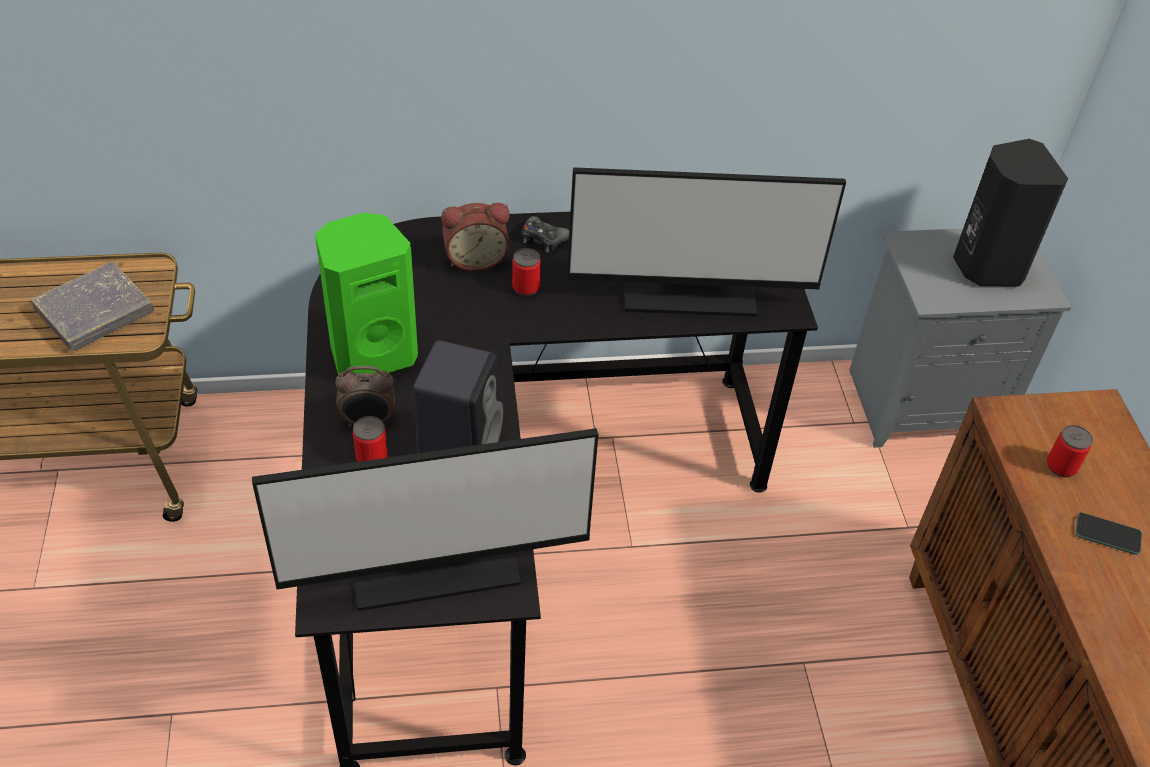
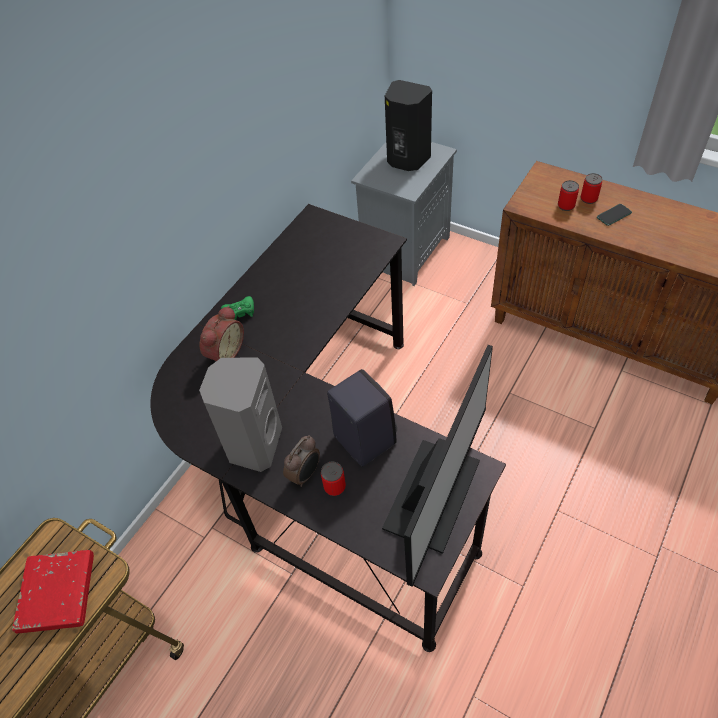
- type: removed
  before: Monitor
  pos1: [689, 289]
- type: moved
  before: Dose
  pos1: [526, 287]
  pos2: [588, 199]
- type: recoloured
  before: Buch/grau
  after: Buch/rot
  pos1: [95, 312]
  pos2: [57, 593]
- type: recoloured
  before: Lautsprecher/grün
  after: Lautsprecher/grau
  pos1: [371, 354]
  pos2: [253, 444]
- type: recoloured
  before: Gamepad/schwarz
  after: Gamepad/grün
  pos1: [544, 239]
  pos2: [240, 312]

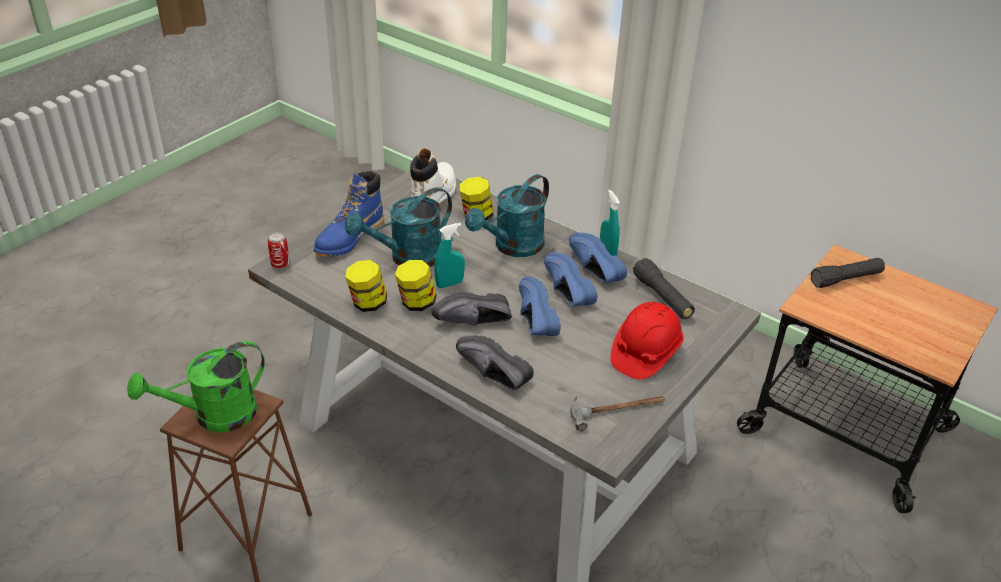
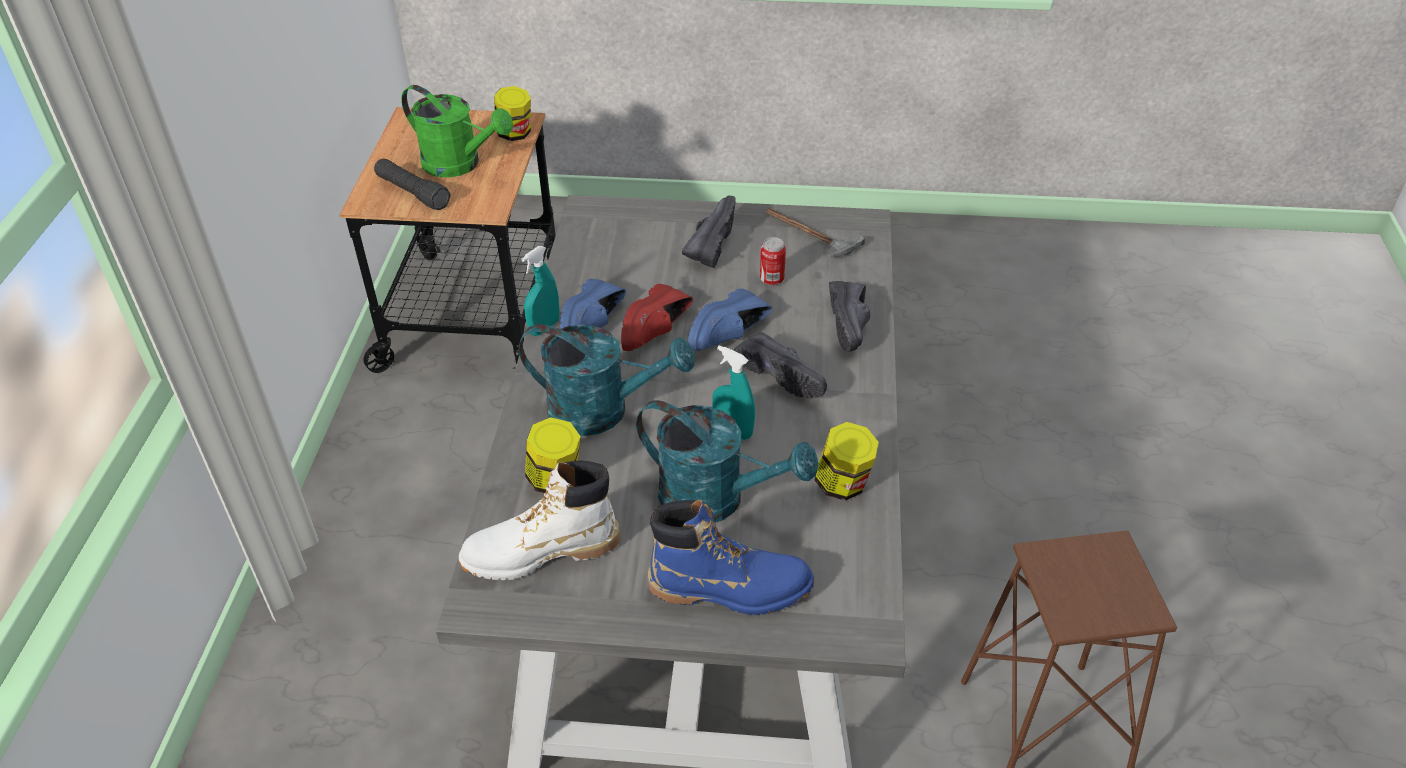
- type: removed
  before: Taschenlampe/schwarz
  pos1: [662, 297]
- type: moved
  before: Gießkanne/grün
  pos1: [214, 416]
  pos2: [460, 164]
- type: moved
  before: Dose
  pos1: [280, 264]
  pos2: [772, 279]
- type: moved
  before: Vorratsglas
  pos1: [416, 303]
  pos2: [515, 134]
- type: replaced
  before: Schutzhelm/rot
  after: Schuh/schwarz
  pos1: [645, 353]
  pos2: [709, 243]
- type: recoloured
  before: Schuh/blau
  after: Schuh/rot
  pos1: [563, 291]
  pos2: [658, 332]

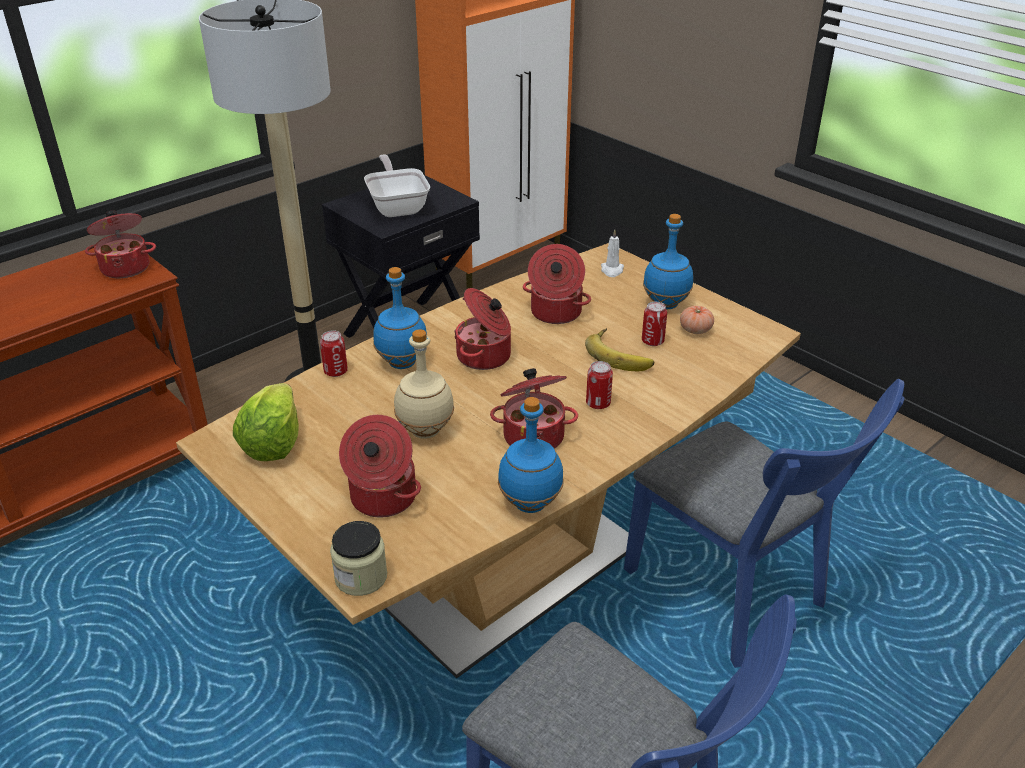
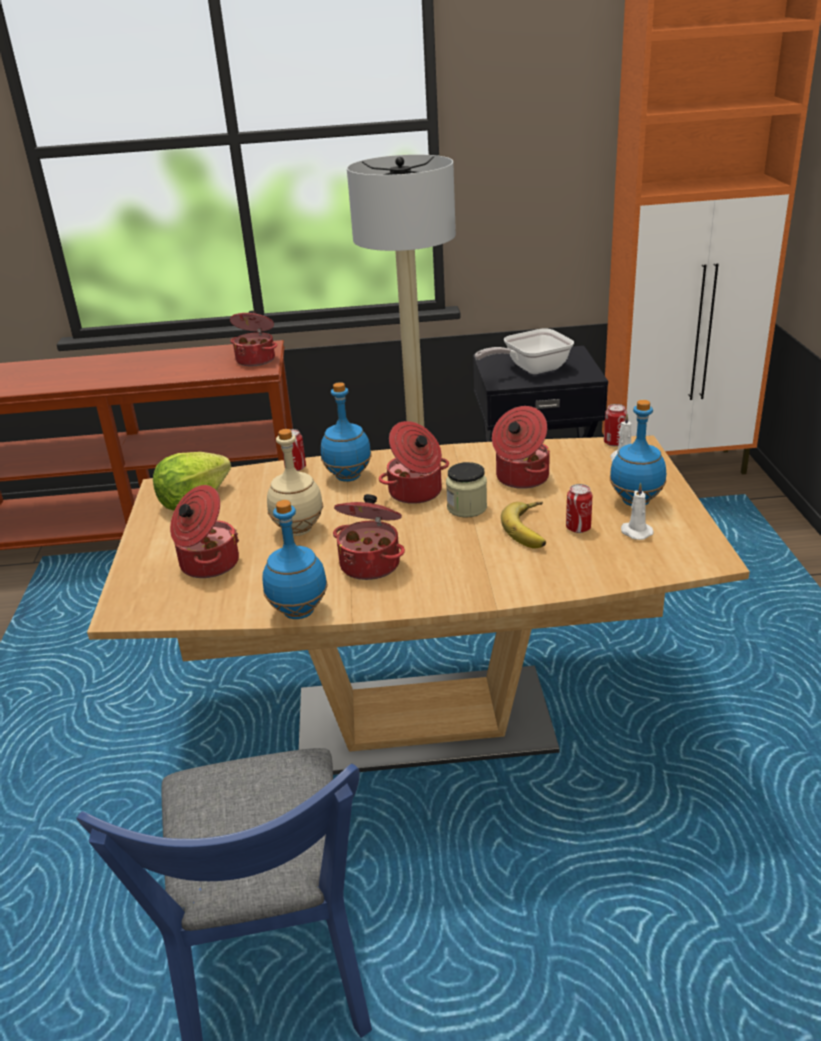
- type: removed
  before: Stuhl/blau
  pos1: [734, 597]
- type: moved
  before: Vorratsglas
  pos1: [361, 577]
  pos2: [467, 508]
- type: moved
  before: Dose
  pos1: [598, 403]
  pos2: [614, 442]
- type: replaced
  before: Tomate
  after: Kerze/weiß
  pos1: [695, 330]
  pos2: [635, 532]
- type: turned
  before: Pfanne
  pos1: [397, 206]
  pos2: [531, 369]
  turn: -135

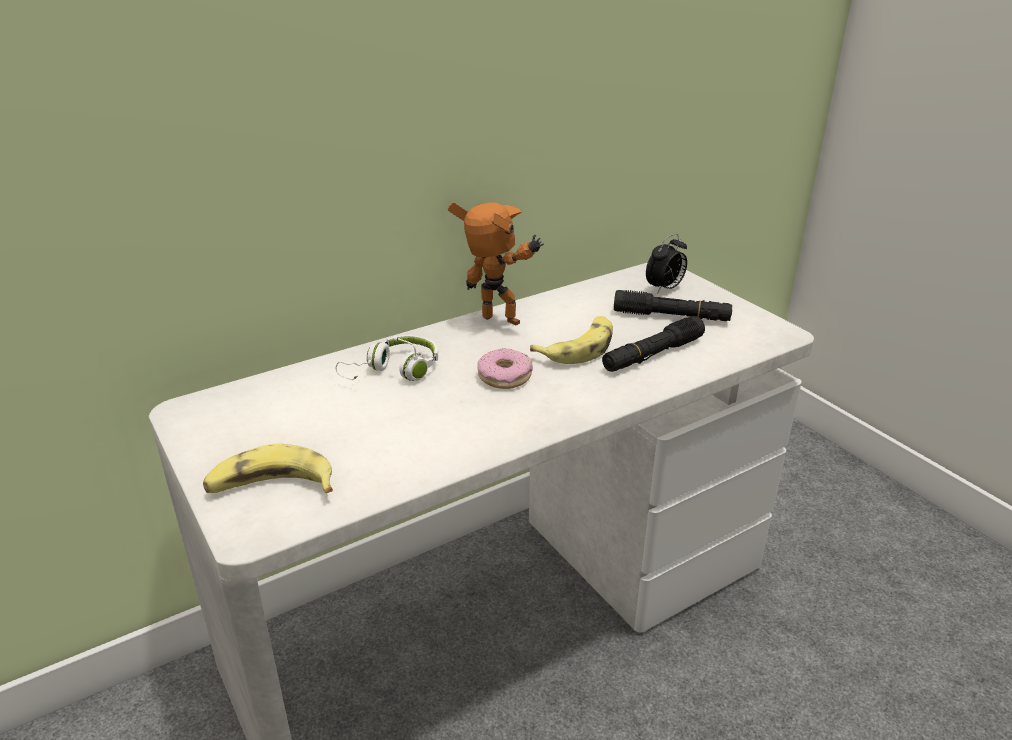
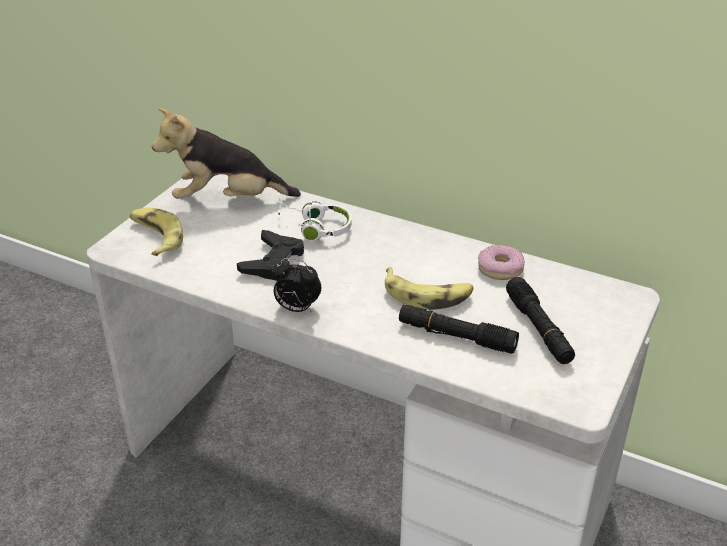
- type: removed
  before: Spielzeugroboter
  pos1: [498, 323]
- type: added
  after: Plüschtier
  pos2: [227, 200]
- type: added
  after: Gamepad/schwarz
  pos2: [273, 262]
- type: moved
  before: Donut
  pos1: [505, 376]
  pos2: [500, 269]
- type: moved
  before: Wecker
  pos1: [664, 289]
  pos2: [296, 308]

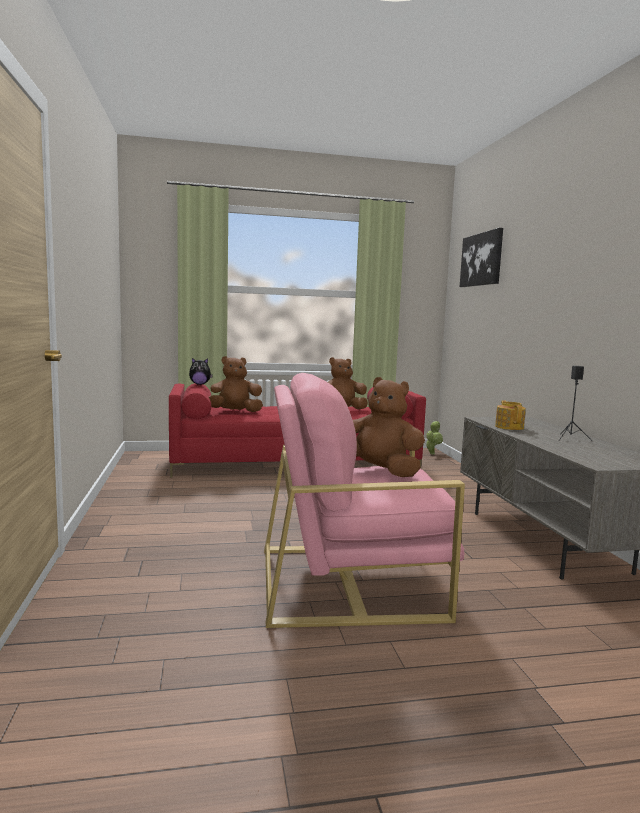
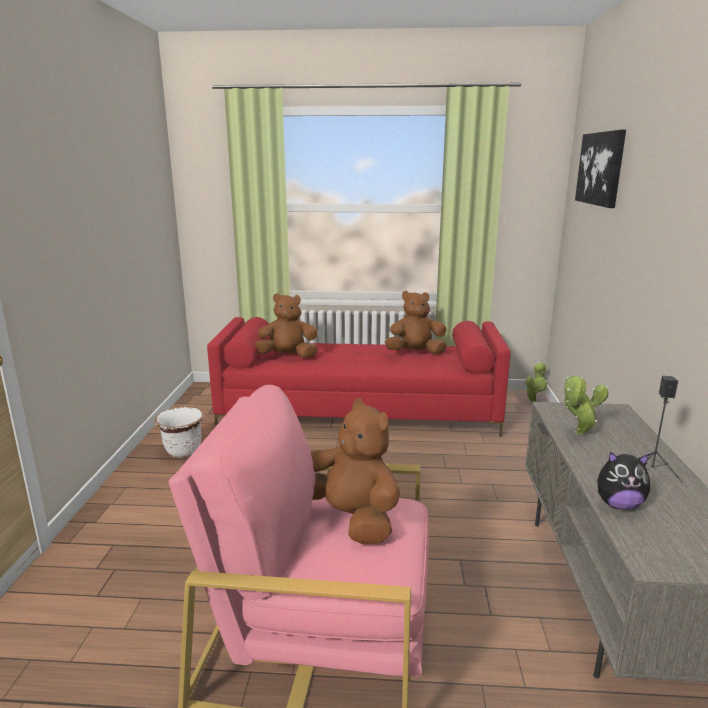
- type: added
  after: Pflanzkübel/weiß
  pos2: [183, 451]
- type: moved
  before: Plüschtier
  pos1: [200, 384]
  pos2: [618, 504]
- type: replaced
  before: Teekanne
  after: Topfpflanze
  pos1: [509, 427]
  pos2: [578, 434]

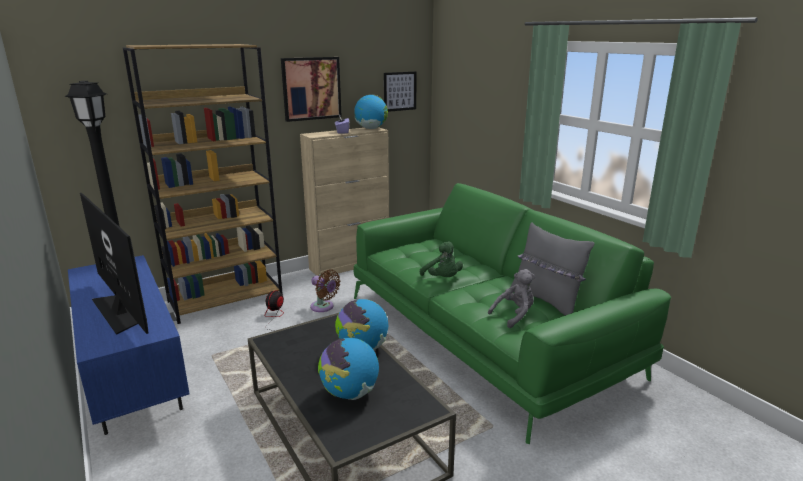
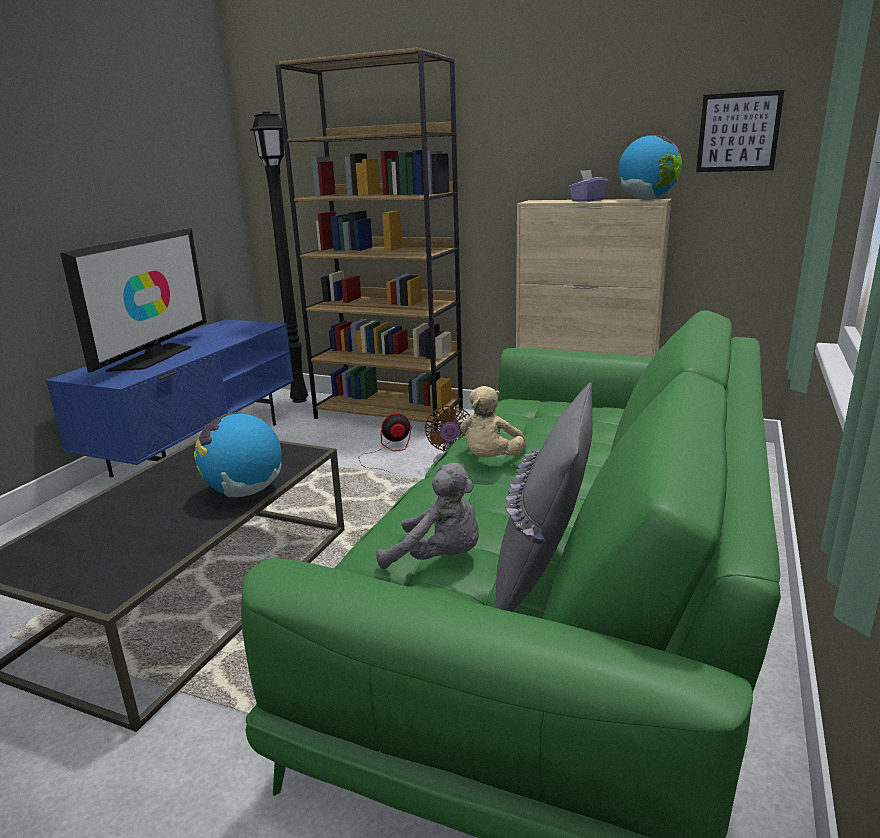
- type: removed
  before: Bild
  pos1: [311, 88]
- type: removed
  before: Globus
  pos1: [349, 393]
- type: recoloured
  before: Plüschtier/grün
  after: Plüschtier/beige
  pos1: [442, 278]
  pos2: [491, 460]

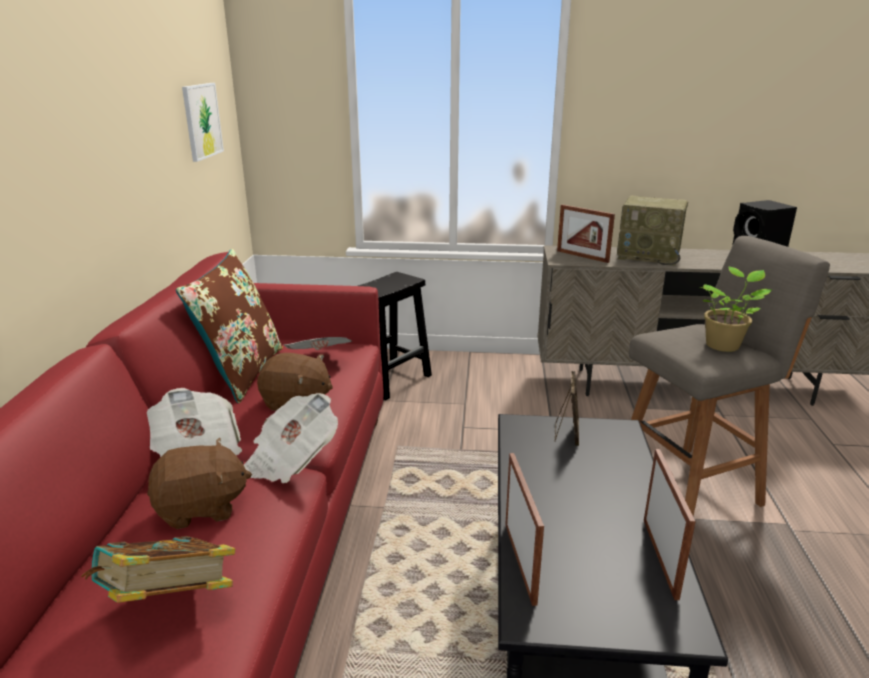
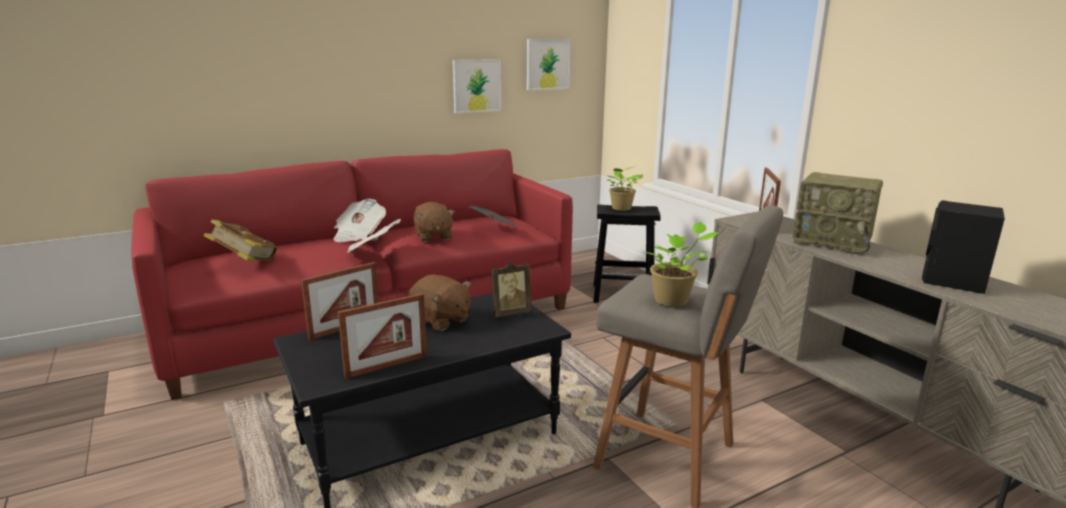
- type: removed
  before: Kissen/braun
  pos1: [242, 372]
- type: added
  after: Bild
  pos2: [476, 86]
- type: added
  after: Topfpflanze
  pos2: [621, 208]
- type: moved
  before: Plüschtier/braun
  pos1: [201, 508]
  pos2: [440, 320]
- type: turned
  before: Radio
  pos1: [649, 256]
  pos2: [833, 242]
  turn: -45

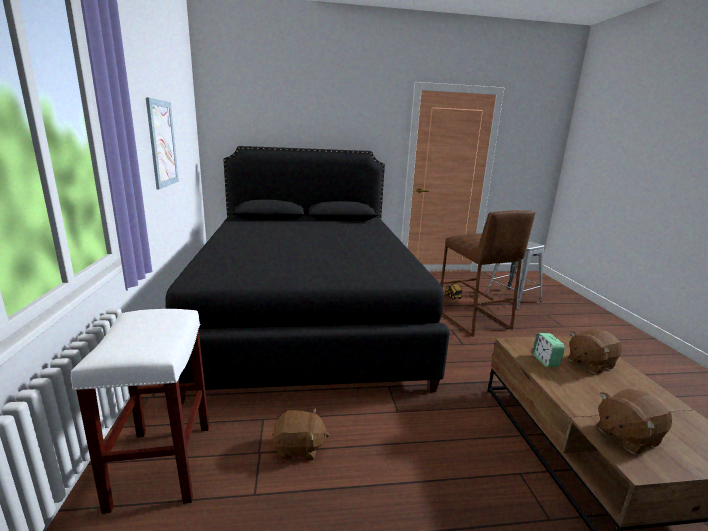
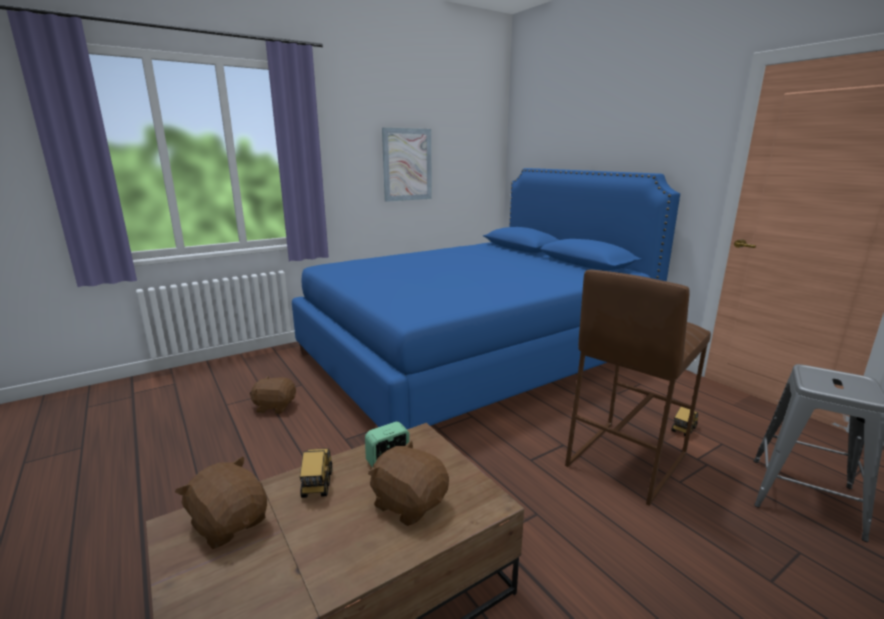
- type: removed
  before: Hocker/weiß
  pos1: [162, 463]
- type: added
  after: Spielzeuglaster
  pos2: [317, 485]
- type: recoloured
  before: Bett/schwarz
  after: Bett/blau
  pos1: [307, 317]
  pos2: [473, 356]
- type: turned
  before: Plüschtier/braun
  pos1: [299, 448]
  pos2: [275, 406]
  turn: 120

